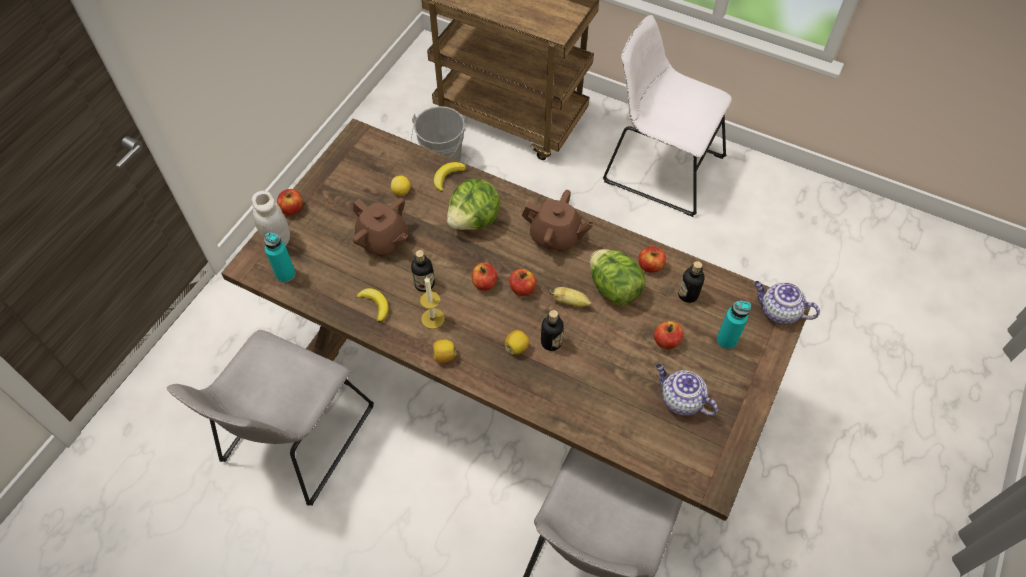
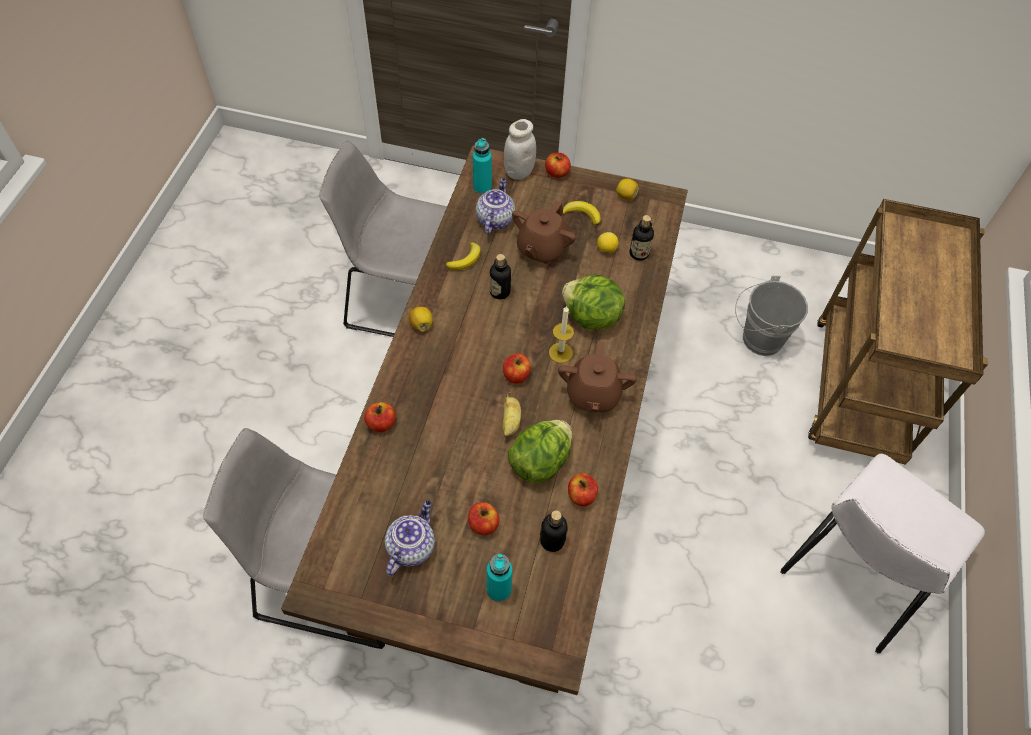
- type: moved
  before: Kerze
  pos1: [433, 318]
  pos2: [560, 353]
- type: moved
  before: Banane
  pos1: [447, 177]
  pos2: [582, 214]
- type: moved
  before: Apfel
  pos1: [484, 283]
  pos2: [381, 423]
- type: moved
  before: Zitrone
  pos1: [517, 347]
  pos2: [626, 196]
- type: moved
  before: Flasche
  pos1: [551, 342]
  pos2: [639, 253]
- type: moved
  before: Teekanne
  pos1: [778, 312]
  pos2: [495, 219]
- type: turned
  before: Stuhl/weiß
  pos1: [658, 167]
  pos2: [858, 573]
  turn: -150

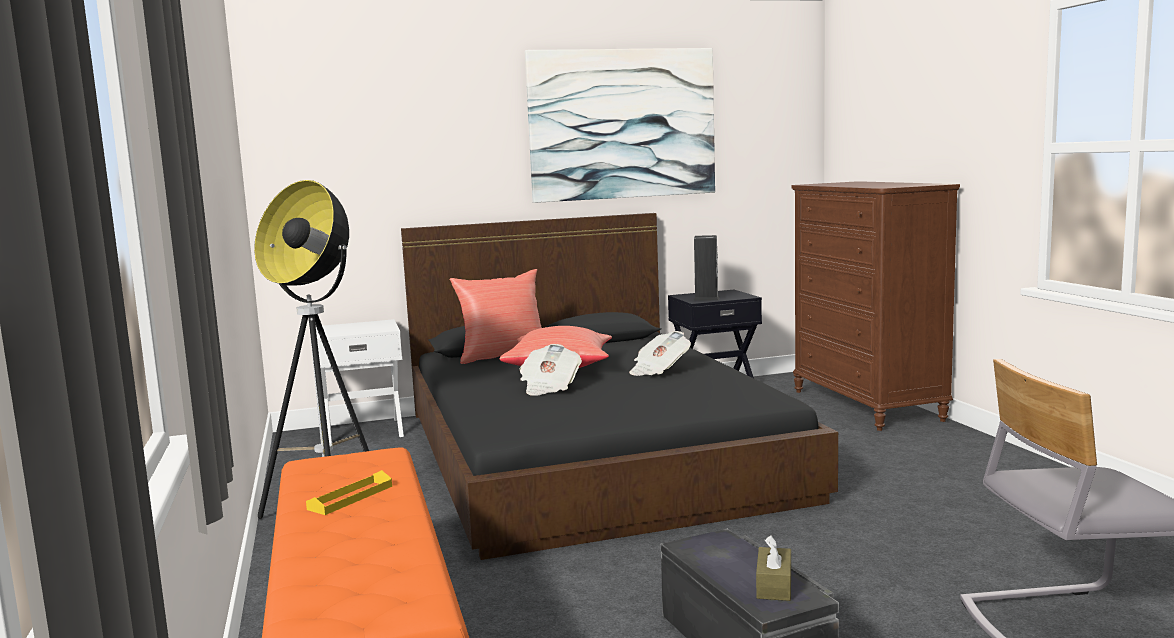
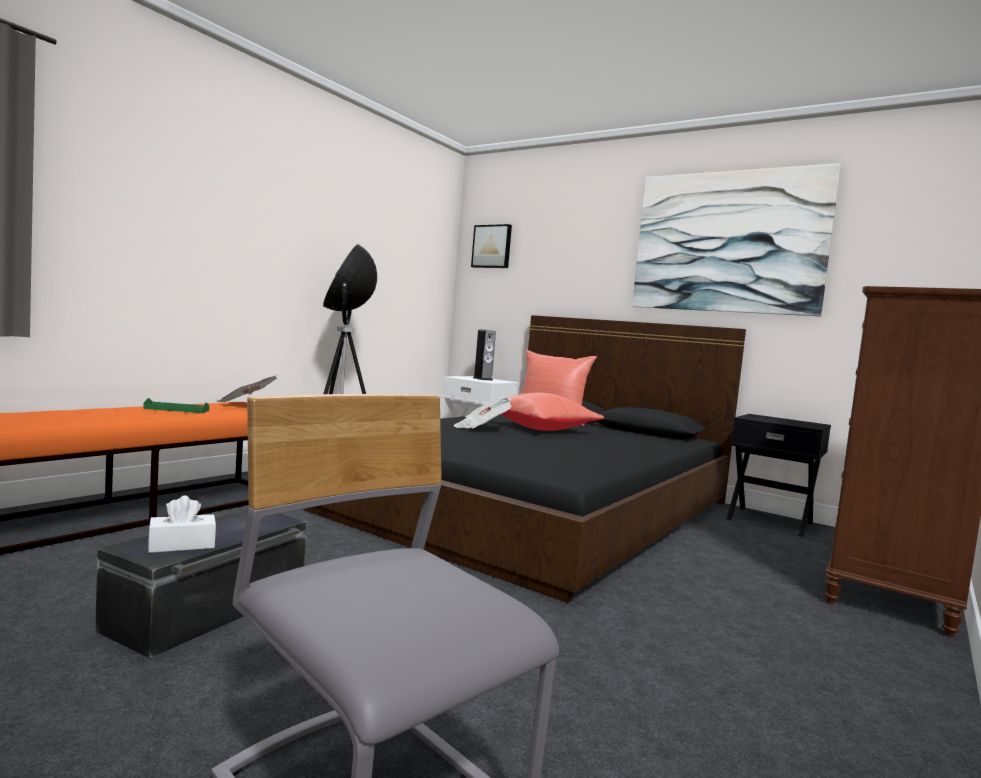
- type: added
  after: Bild
  pos2: [492, 246]
- type: moved
  before: Zeitung
  pos1: [659, 370]
  pos2: [246, 405]
- type: moved
  before: Lautsprecher
  pos1: [706, 299]
  pos2: [482, 379]
- type: recoloured
  before: Tablett/gelb
  after: Tablett/grün
  pos1: [350, 497]
  pos2: [176, 409]
- type: recoloured
  before: Taschentuchbox/braun
  after: Taschentuchbox/weiß
  pos1: [774, 585]
  pos2: [182, 545]

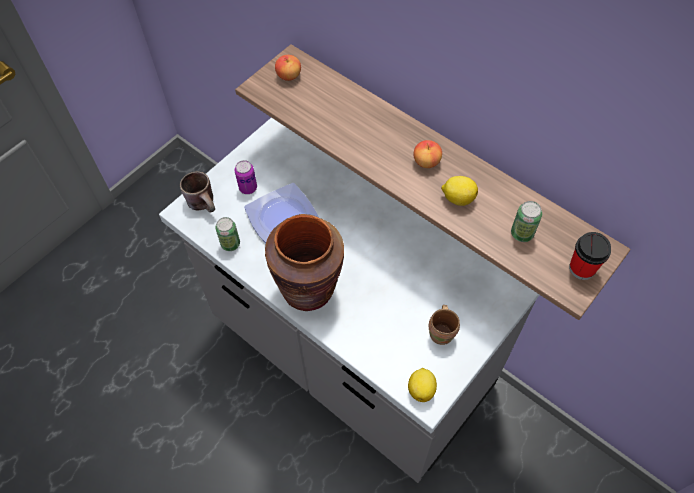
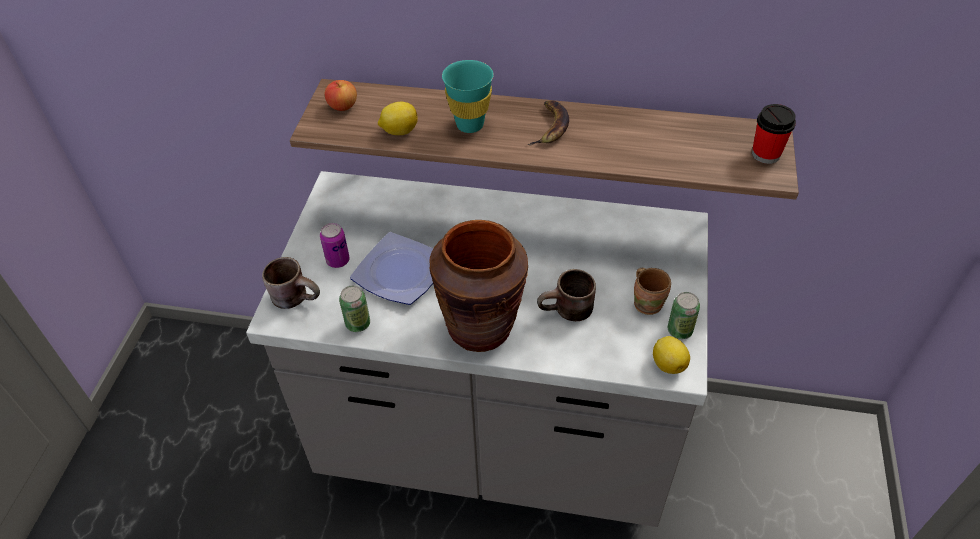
- type: added
  after: Tasse/türkis
  pos2: [470, 125]
- type: added
  after: Henkelbecher/braun
  pos2: [567, 313]
- type: moved
  before: Zitrone
  pos1: [457, 198]
  pos2: [399, 131]
- type: moved
  before: Dose
  pos1: [522, 233]
  pos2: [679, 330]
- type: replaced
  before: Apfel
  after: Banane
  pos1: [426, 162]
  pos2: [550, 126]

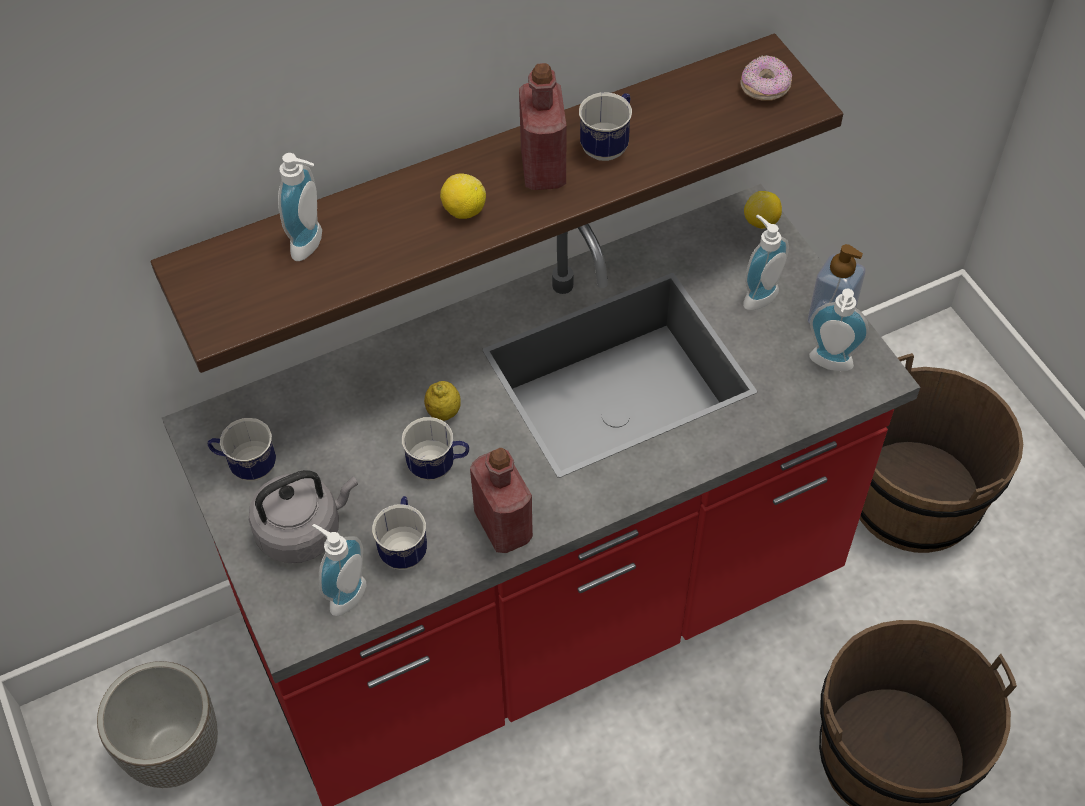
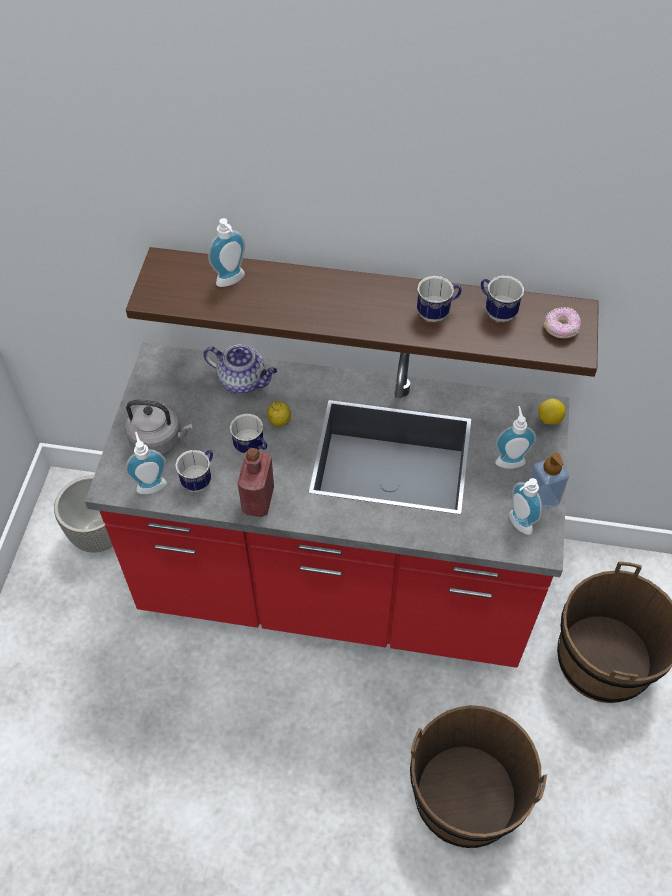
- type: removed
  before: Zitrone
  pos1: [463, 211]
- type: removed
  before: Flasche/rot
  pos1: [543, 169]
- type: added
  after: Teekanne
  pos2: [243, 381]
- type: moved
  before: Henkelbecher
  pos1: [247, 467]
  pos2: [496, 311]

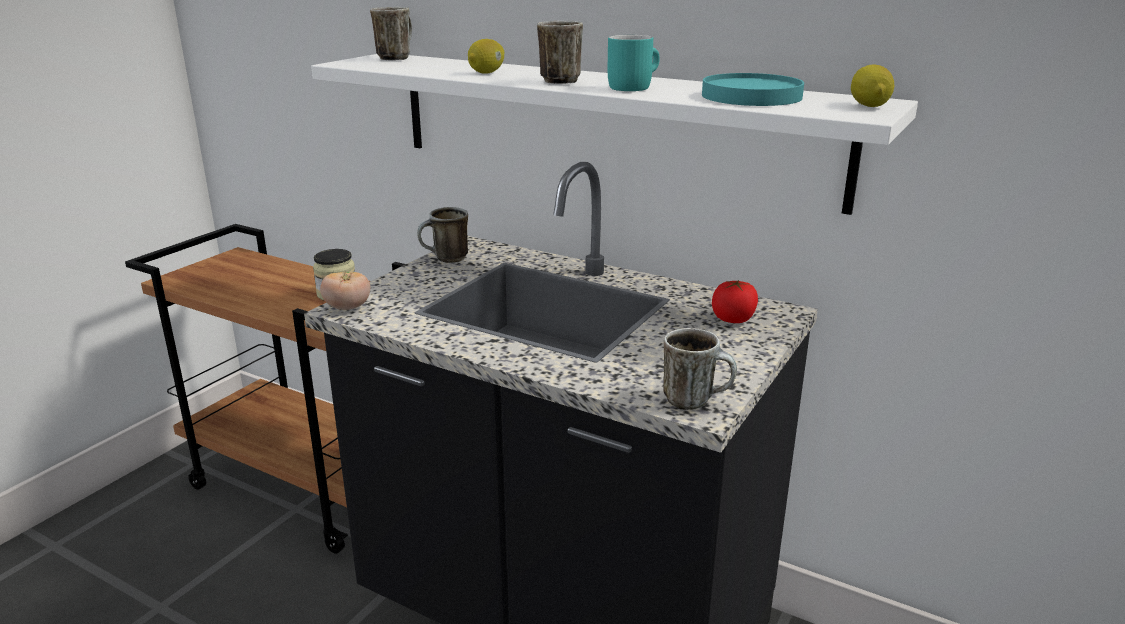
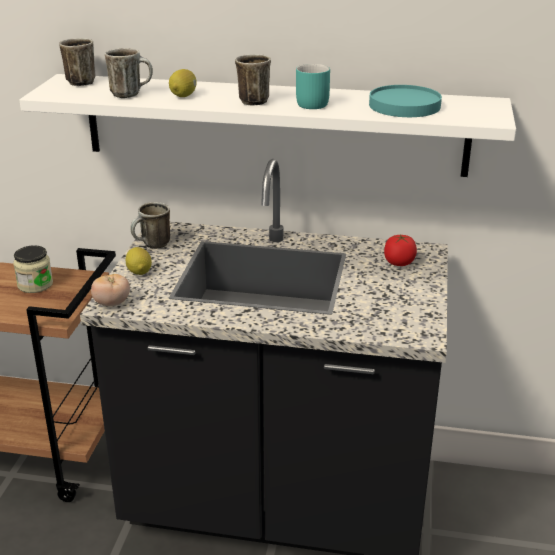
- type: moved
  before: Henkelbecher
  pos1: [696, 401]
  pos2: [131, 94]
- type: moved
  before: Zitrone
  pos1: [869, 106]
  pos2: [139, 271]

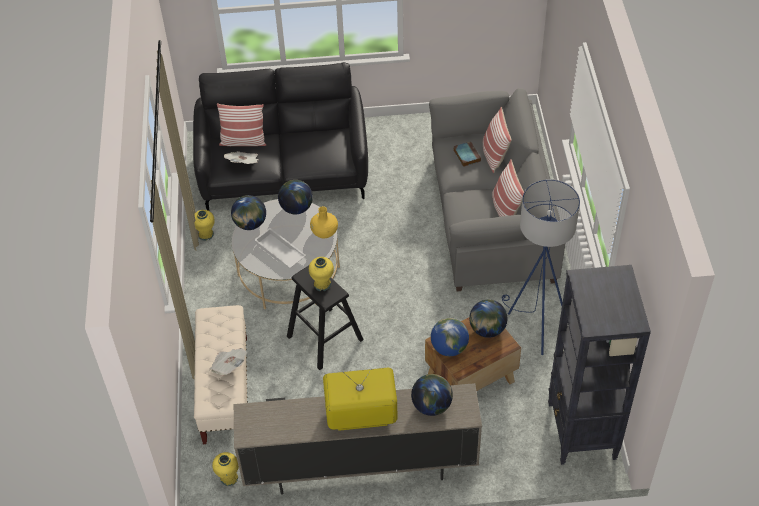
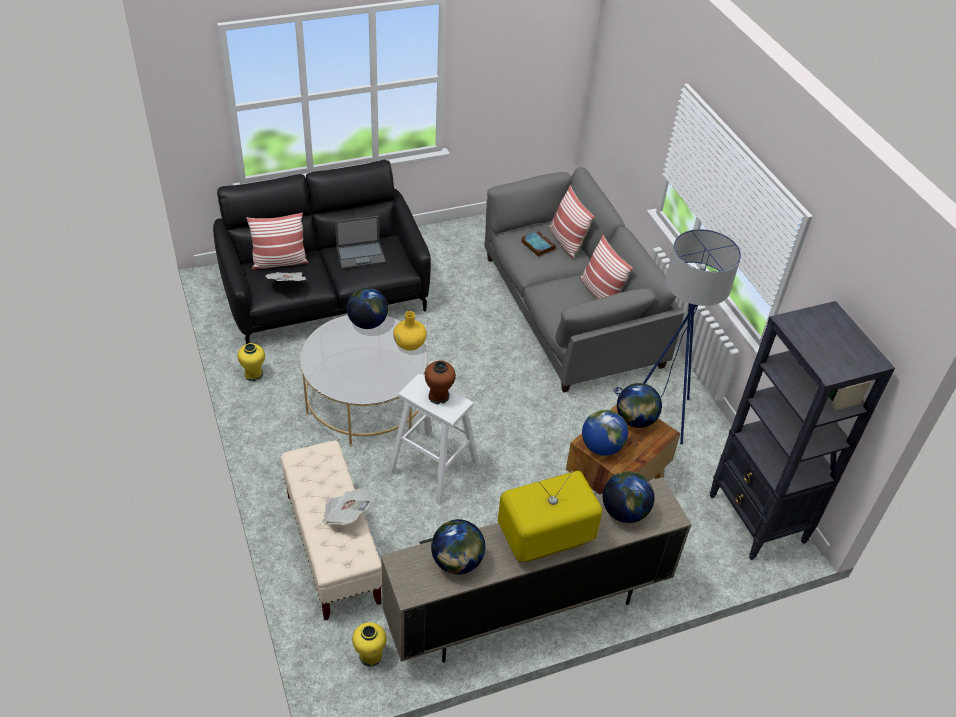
- type: removed
  before: Tablett/weiß
  pos1: [279, 252]
- type: added
  after: Laptop
  pos2: [361, 255]
- type: moved
  before: Globus
  pos1: [250, 224]
  pos2: [457, 562]
- type: recoloured
  before: Hocker/schwarz
  after: Hocker/weiß
  pos1: [324, 338]
  pos2: [433, 467]
- type: recoloured
  before: Vase/gelb
  after: Vase/braun
  pos1: [322, 284]
  pos2: [439, 396]

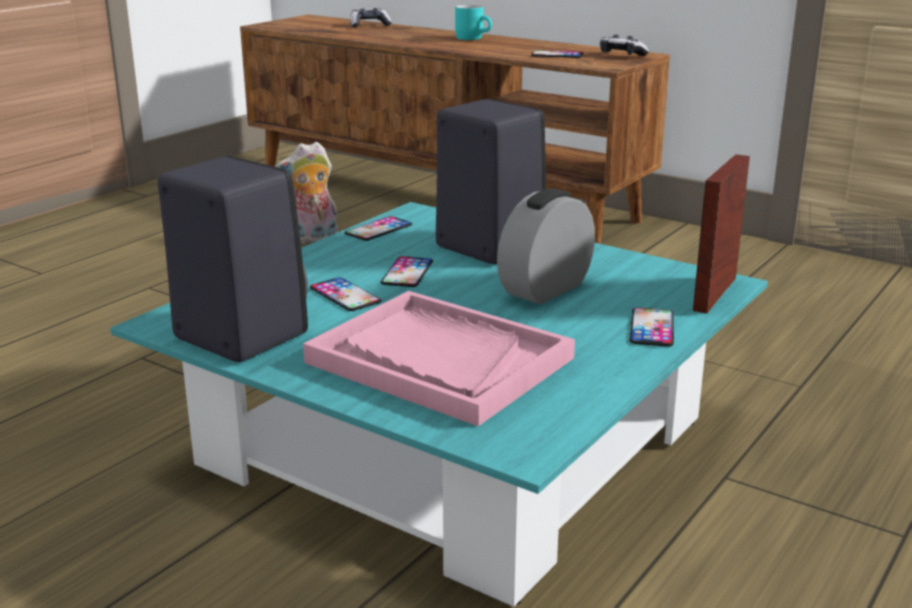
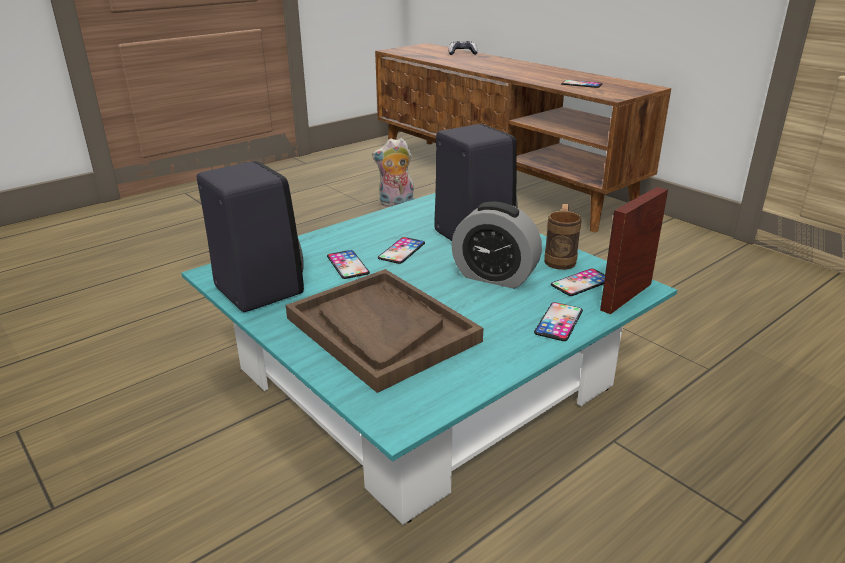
- type: removed
  before: Henkelbecher/türkis
  pos1: [474, 38]
- type: removed
  before: Gamepad
  pos1: [621, 55]
- type: added
  after: Henkelbecher/braun
  pos2: [560, 258]
- type: moved
  before: Handy
  pos1: [378, 229]
  pos2: [581, 283]
- type: recoloured
  before: Tablett/rosa
  after: Tablett/braun
  pos1: [438, 360]
  pos2: [381, 329]
- type: turned
  before: Wecker
  pos1: [545, 289]
  pos2: [494, 276]
  turn: -120

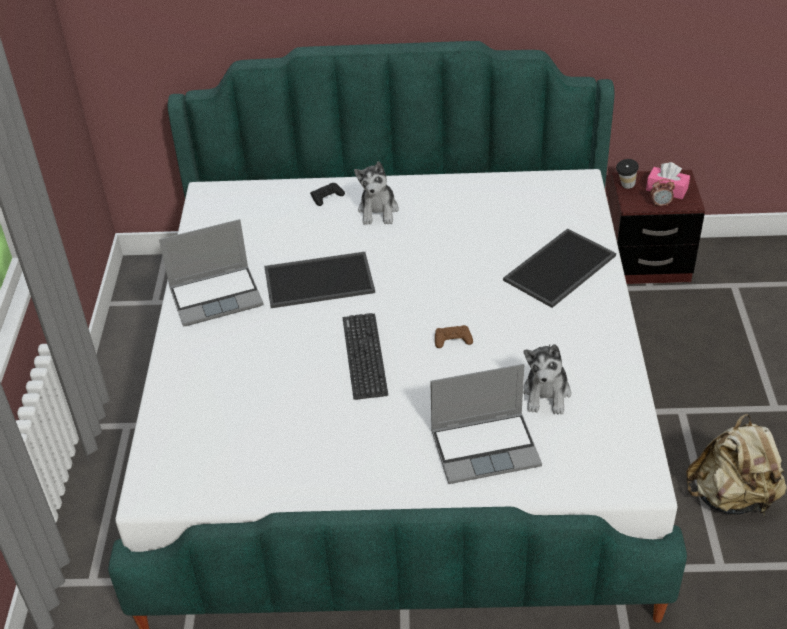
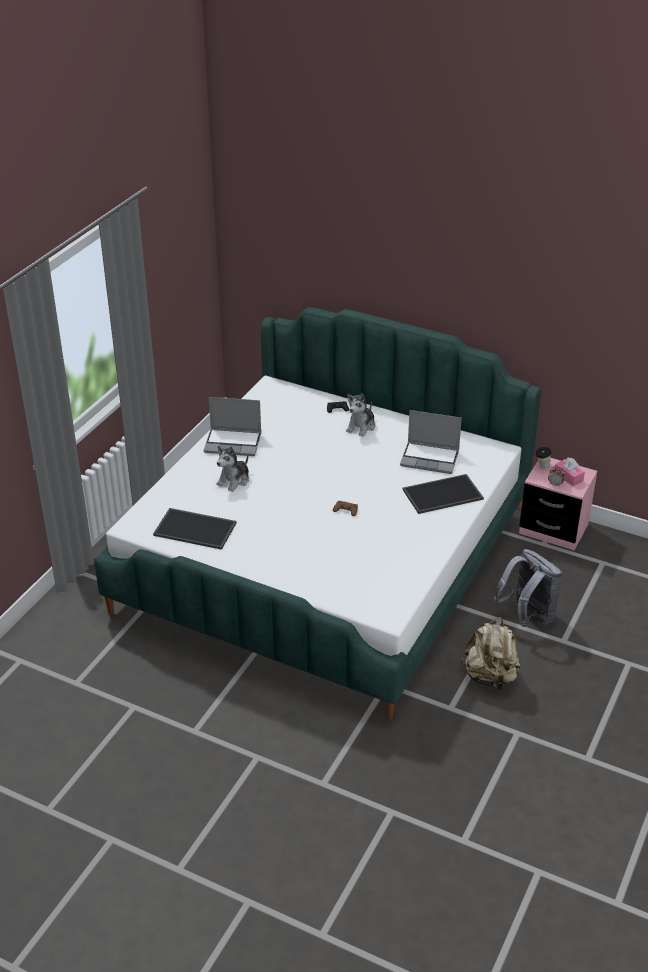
- type: removed
  before: Tastatur
  pos1: [364, 356]
- type: added
  after: Rucksack/grau
  pos2: [527, 617]
- type: moved
  before: Tablett
  pos1: [320, 279]
  pos2: [196, 528]
- type: moved
  before: Laptop
  pos1: [486, 448]
  pos2: [430, 458]
- type: moved
  before: Plüschtier
  pos1: [546, 394]
  pos2: [234, 480]
- type: recoloured
  before: Nachttisch/braun
  after: Nachttisch/rosa
  pos1: [646, 263]
  pos2: [553, 529]

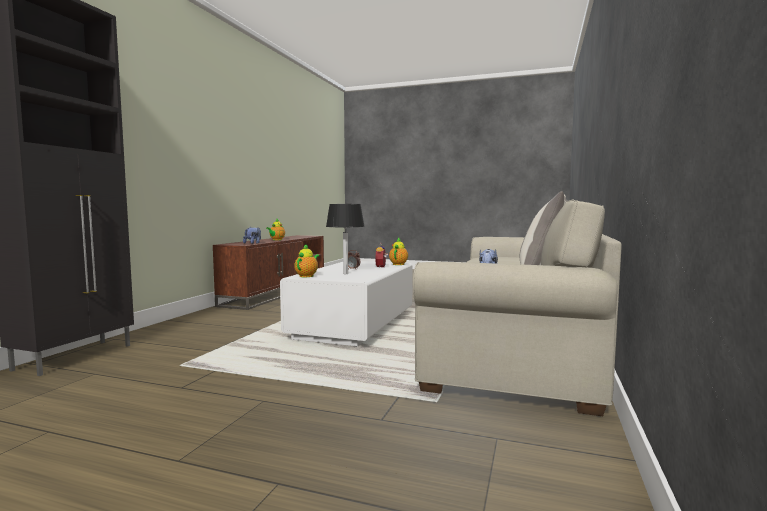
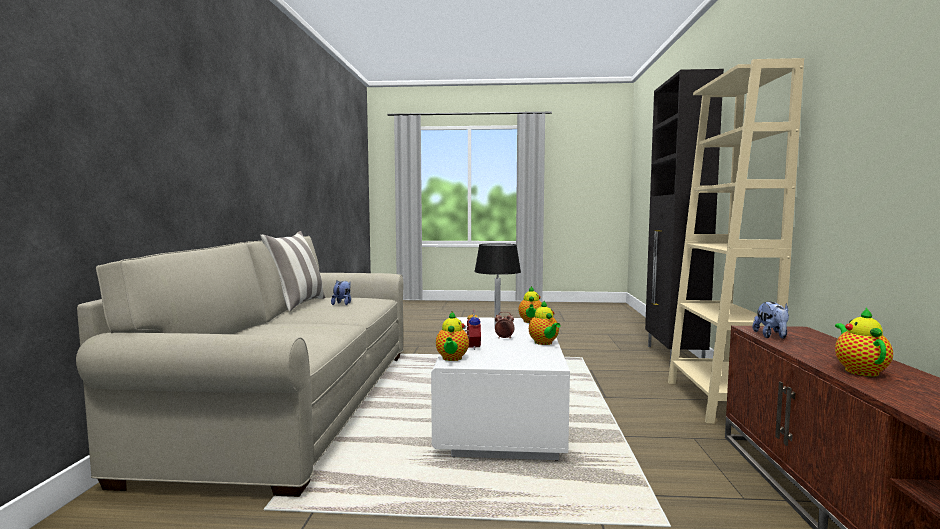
- type: added
  after: Teekanne
  pos2: [544, 343]
- type: added
  after: Bücherregal/beige
  pos2: [717, 401]

